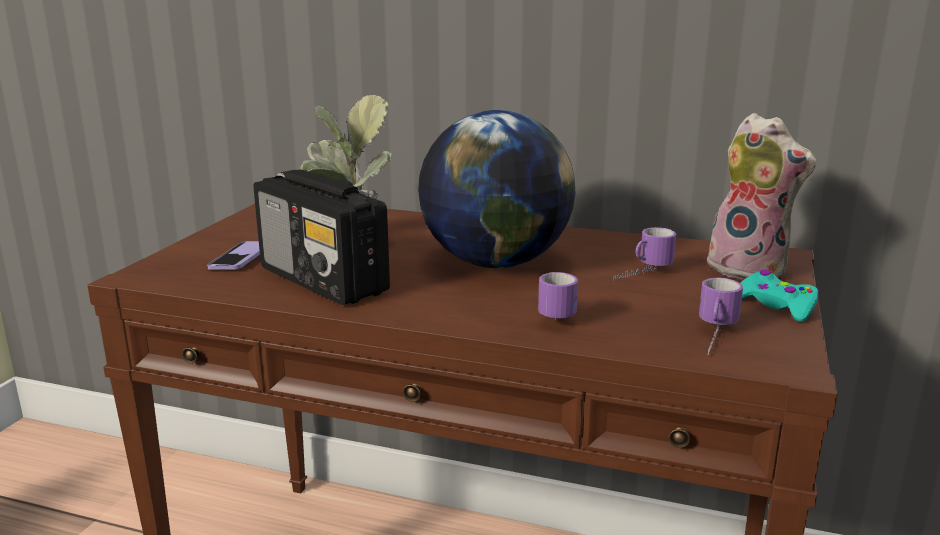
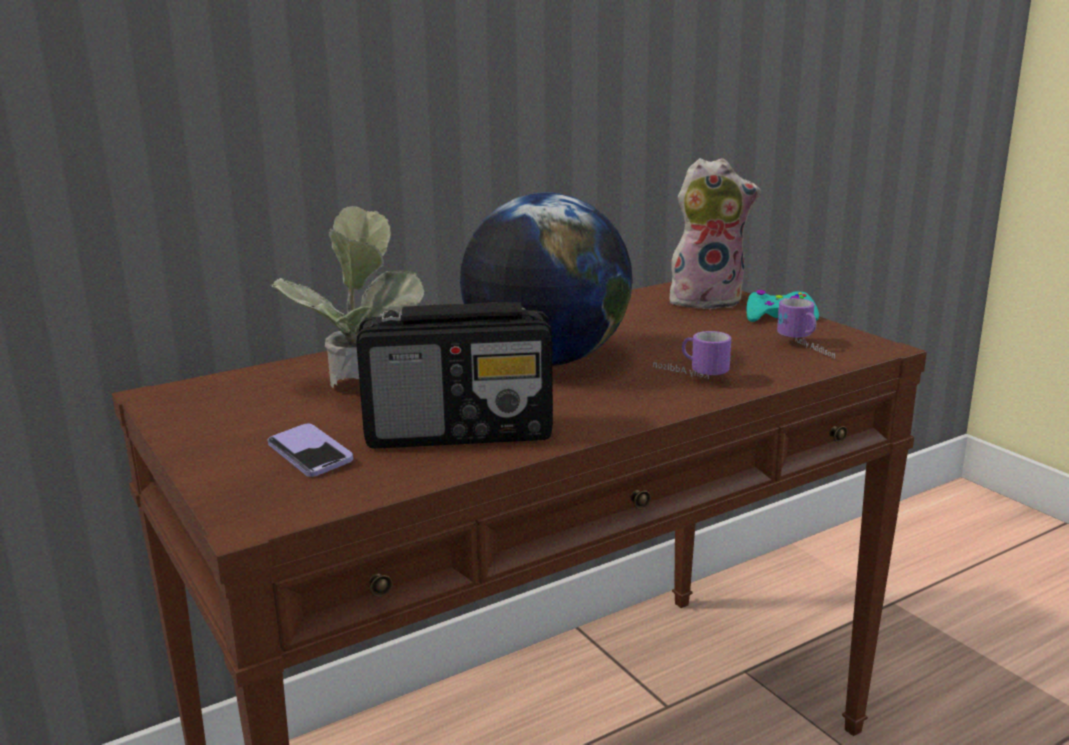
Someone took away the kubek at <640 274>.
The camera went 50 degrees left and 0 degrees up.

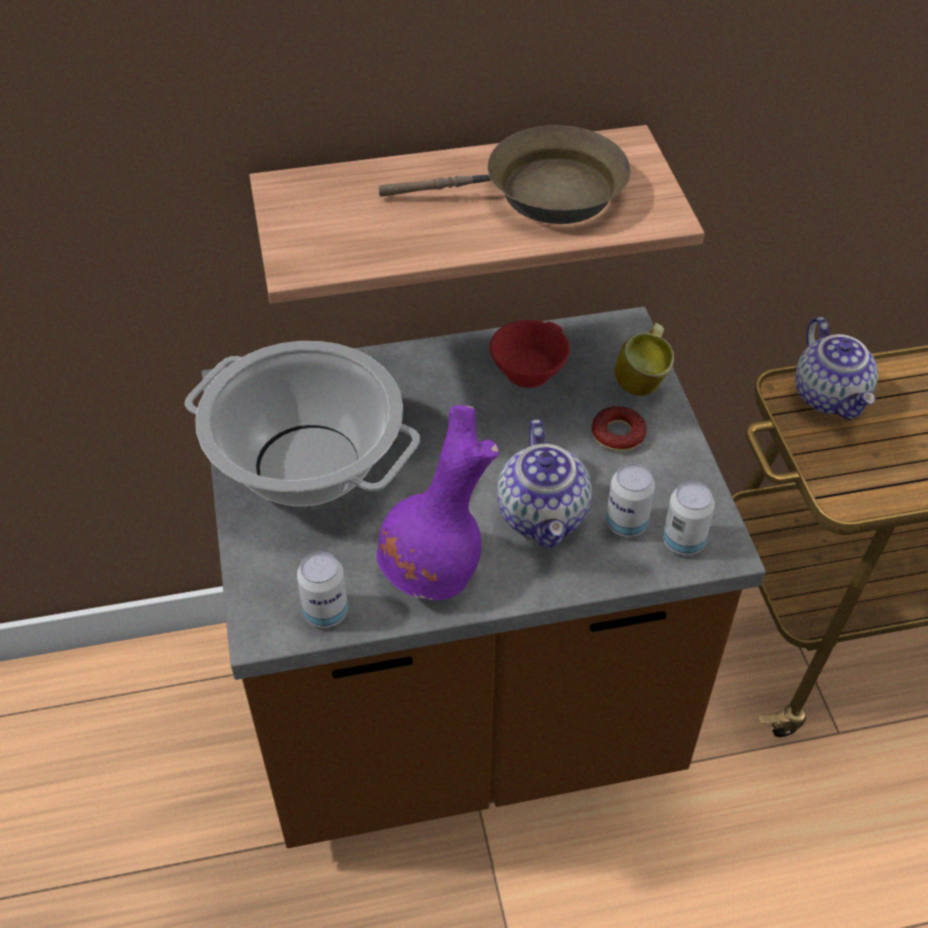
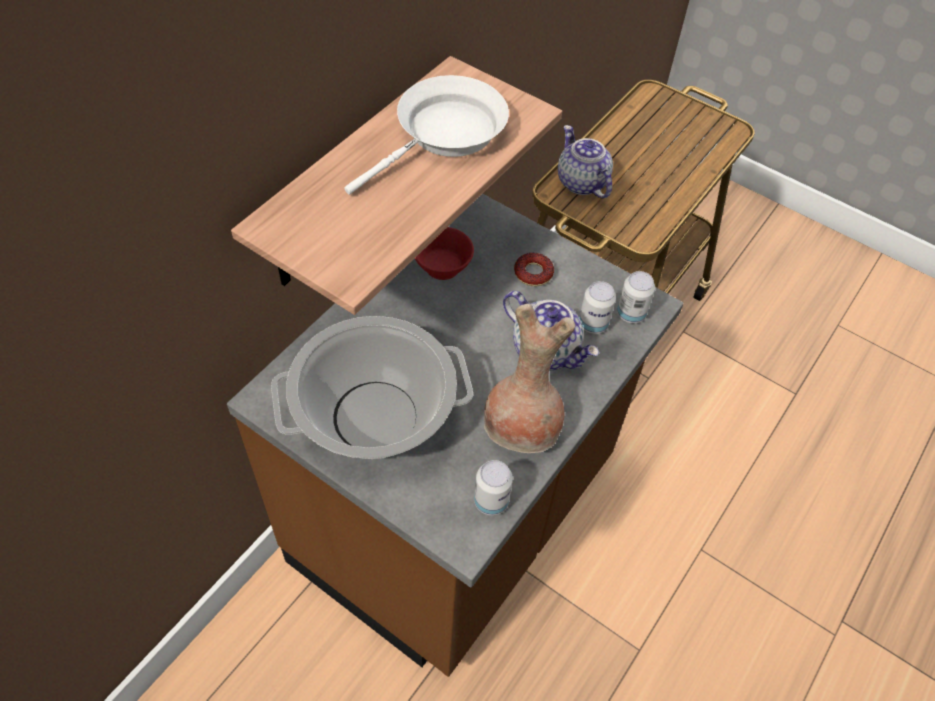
Someone repainted the patelnia (brązowy) at <542 193>, which became the patelnia (biały) at <445 135>.
Someone rotated the imbryk at <830 397> by 150 degrees counterclockwise.
Someone took away the kubek at <643 381>.
Someone repainted the wazon (fioletowy) at <435 570>, which became the wazon (brązowy) at <523 427>.
The camera went 45 degrees left and 5 degrees up.

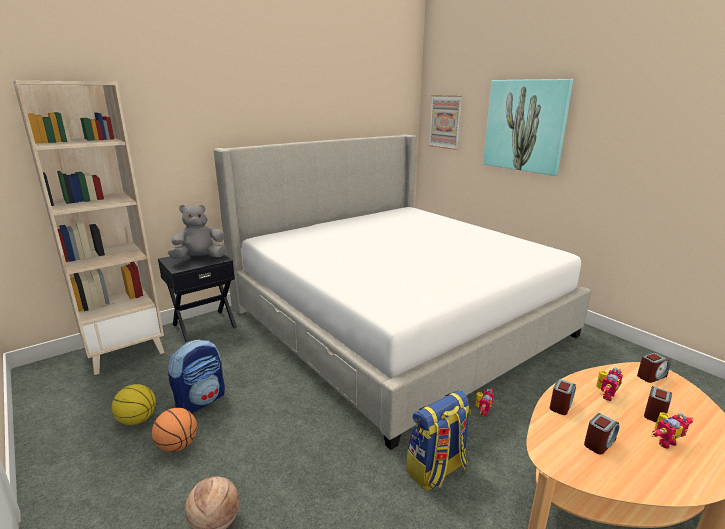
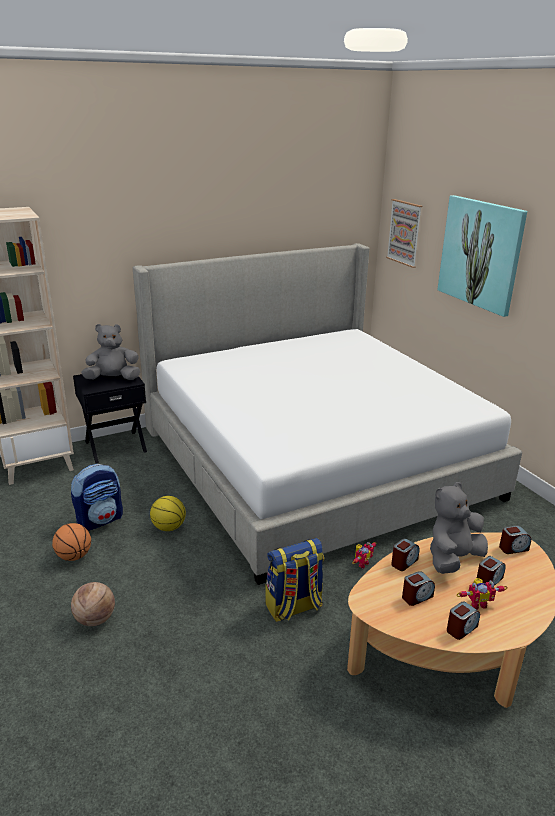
Someone swapped the robot zabawkowy at <605 394> for the pluszak (szary) at <453 559>.
Someone carried the piłka do koszykówki from <137 420> to <168 527>.
Someone put down the budzik at <461 628>.
The camera went 10 degrees right and 5 degrees up.

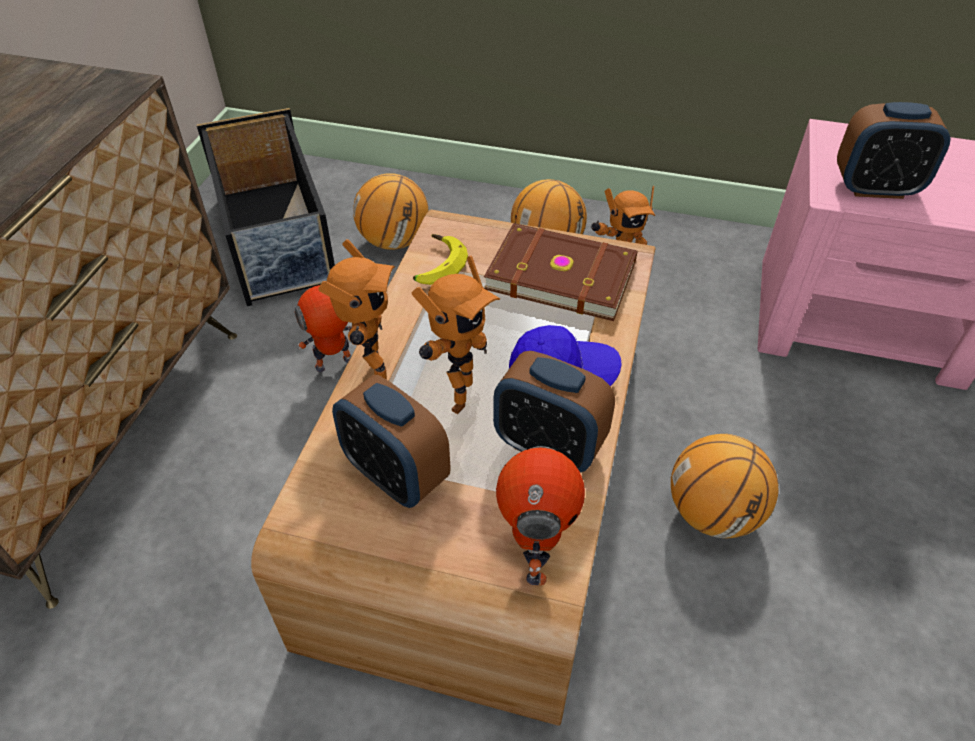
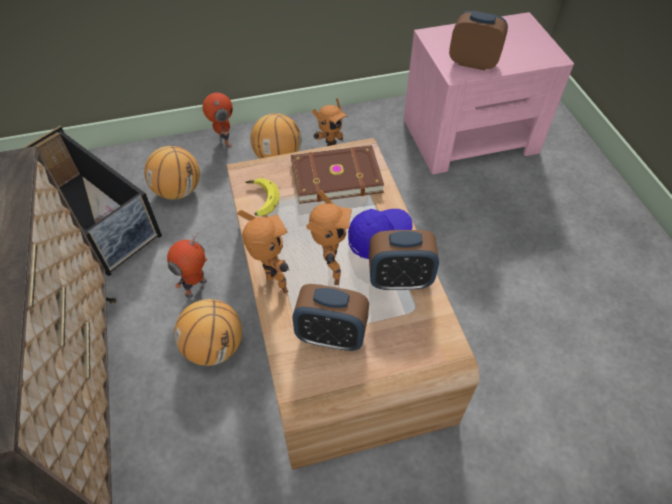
Someone rotated the budzik at <875 188> by 135 degrees counterclockwise.
Someone carried the piłka do koszykówki from <713 513> to <214 347>.
Someone carried the robot zabawkowy from <533 556> to <224 141>.
The camera went 30 degrees left and 5 degrees up.

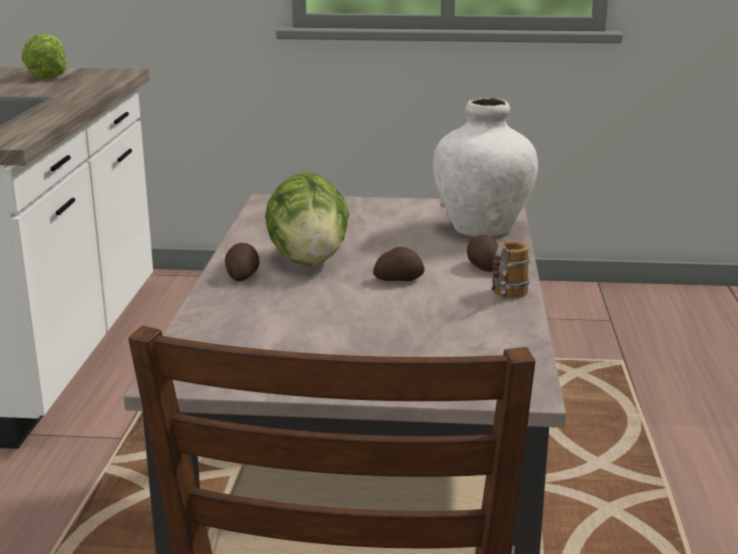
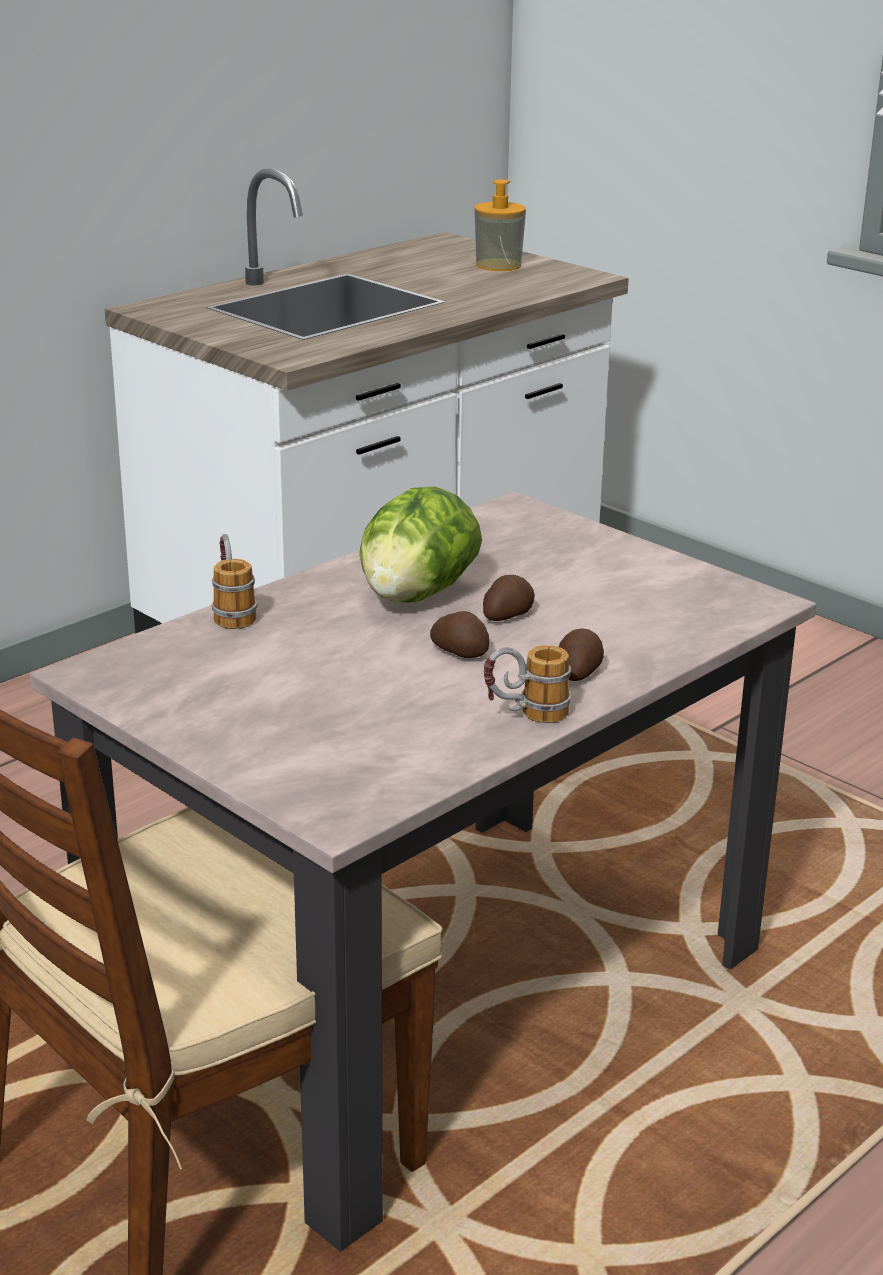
Someone swapped the sałata at <49 75> for the dozownik mydła at <498 265>.
Someone took away the wazon (biały) at <482 229>.
Someone carried the ziemniak from <242 275> to <506 615>.
Someone put down the kubek at <232 611>.
The camera went 40 degrees right and 5 degrees up.

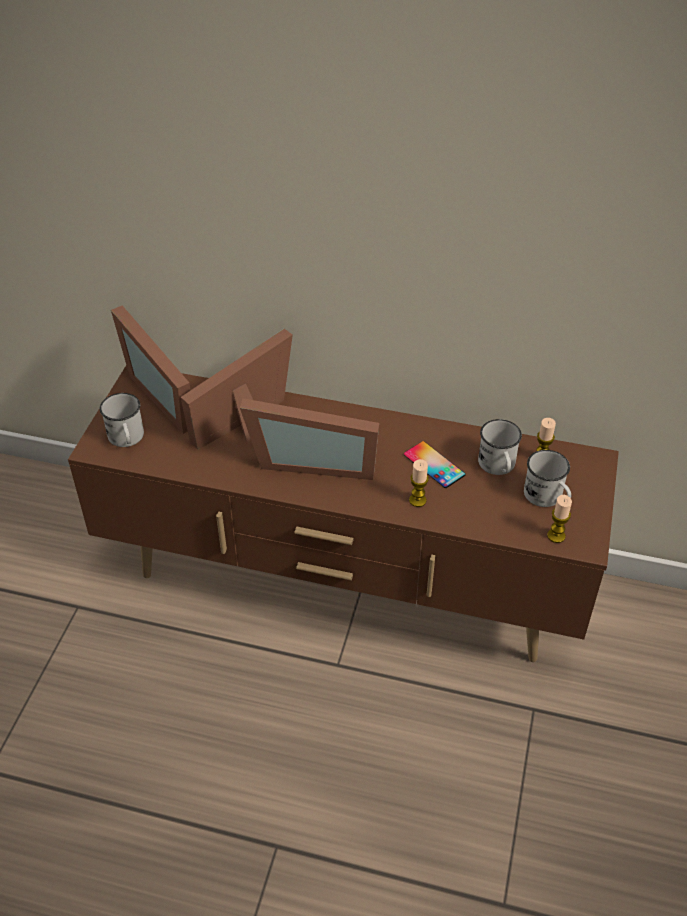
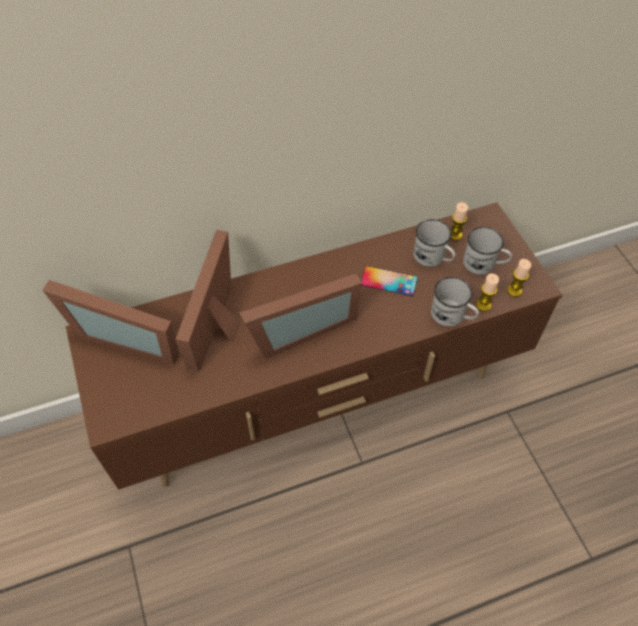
Someone carried the kubek (biały) from <127 439> to <452 316>.
Someone carried the świeca from <417 500> to <483 305>.
The camera went 35 degrees left and 10 degrees up.

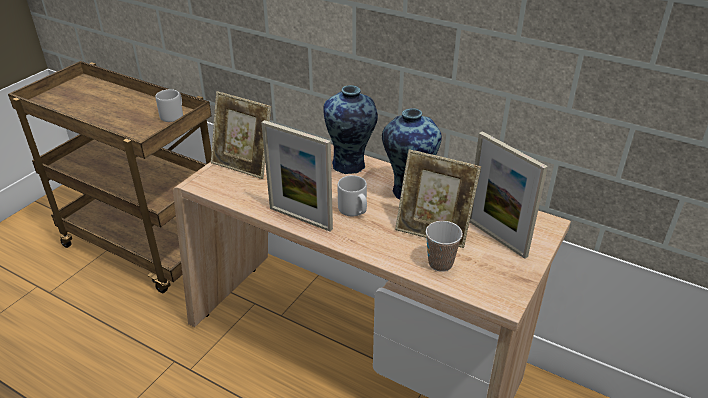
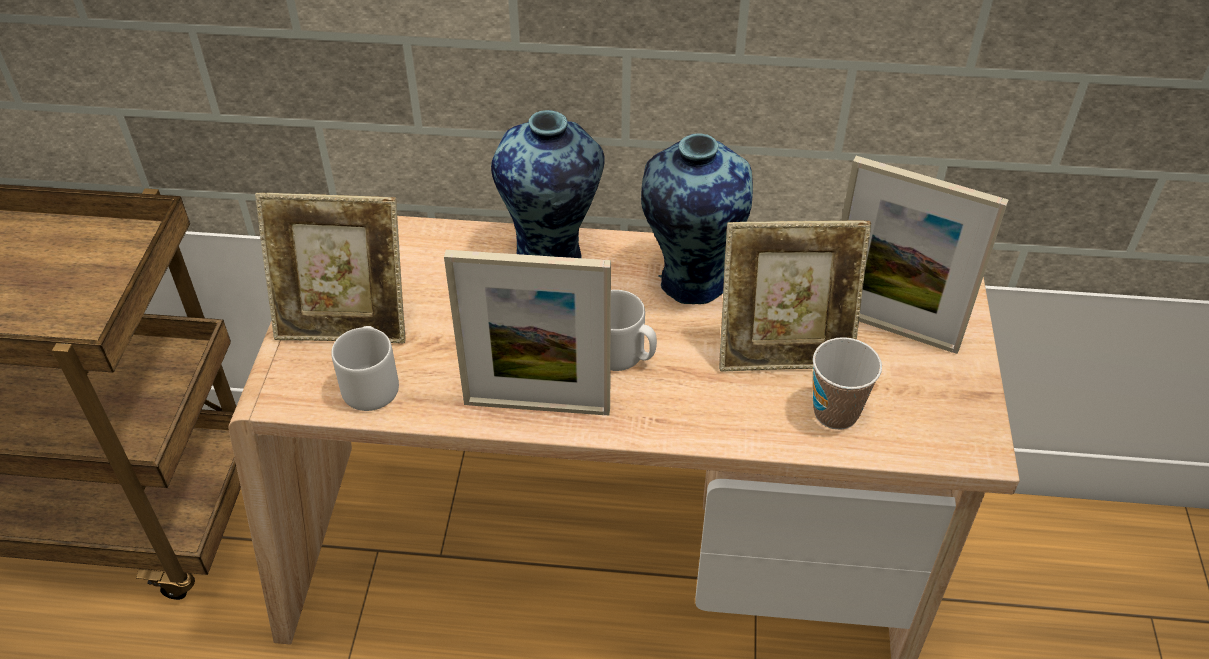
Someone carried the kubek (szary) from <173 115> to <371 384>.
The camera went 25 degrees left and 10 degrees up.

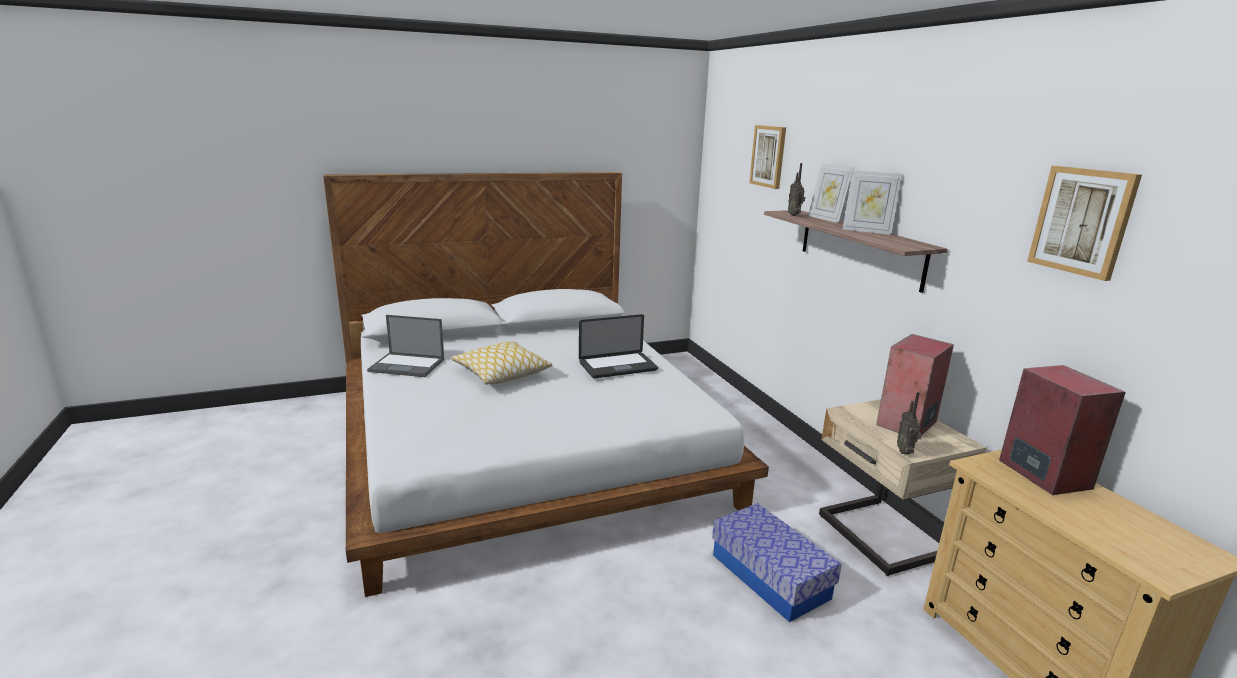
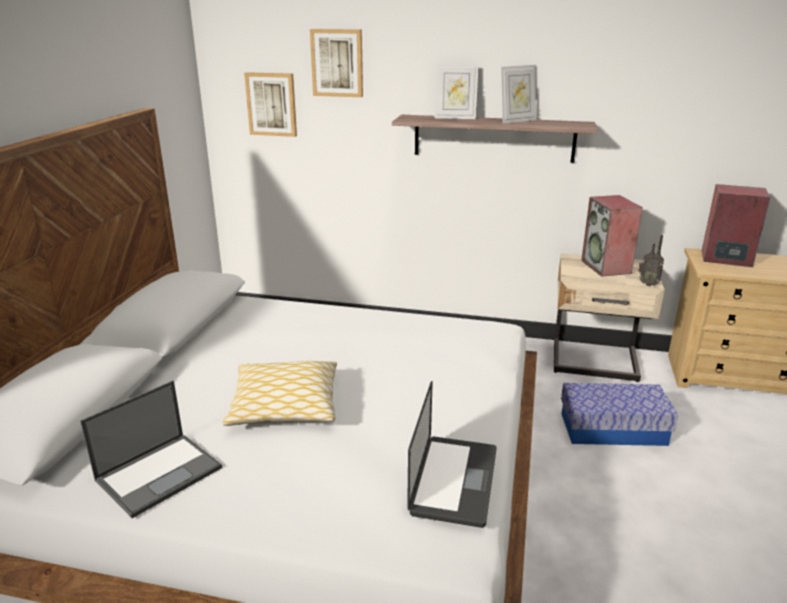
Someone took away the radio at <794 215>.
Someone carried the obraz from <1082 221> to <271 104>.
Someone carried the laptop from <618 366> to <454 481>.
The camera went 55 degrees left and 5 degrees up.

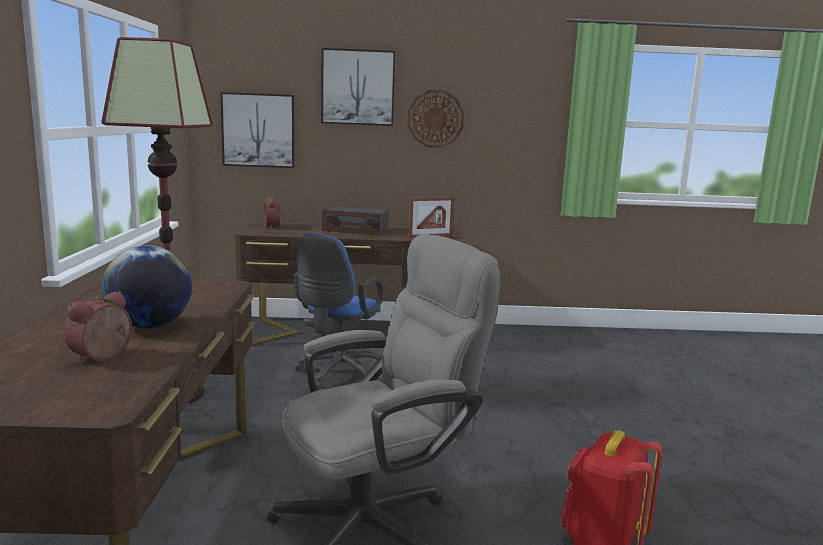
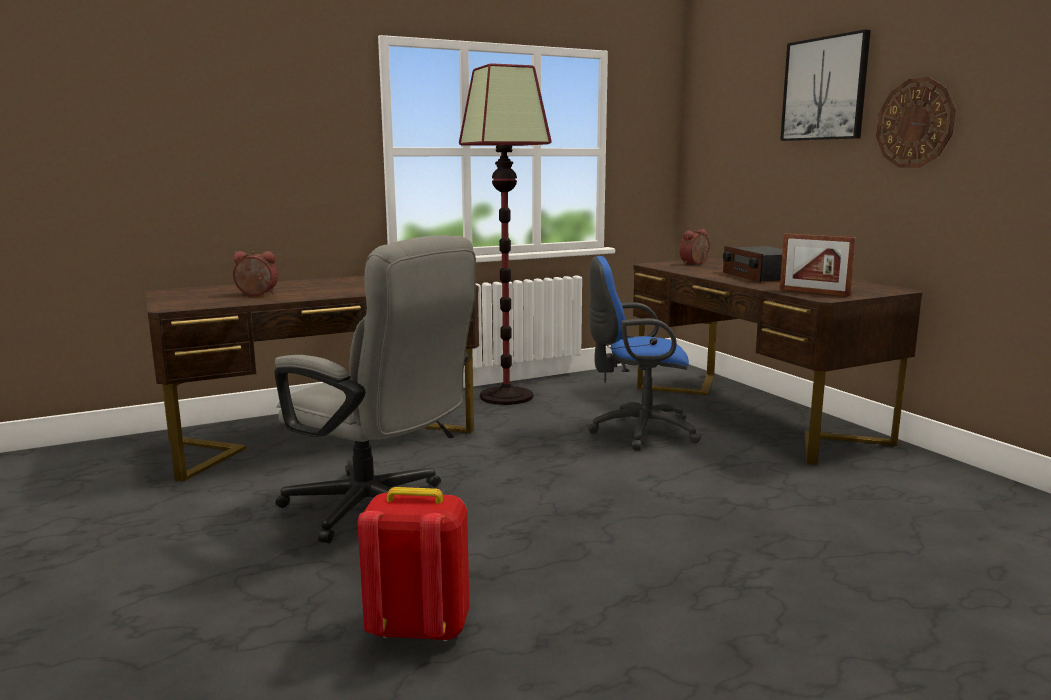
Someone took away the obraz at <258 130>.
Someone took away the globus at <150 326>.
The camera went 65 degrees right and 0 degrees up.

